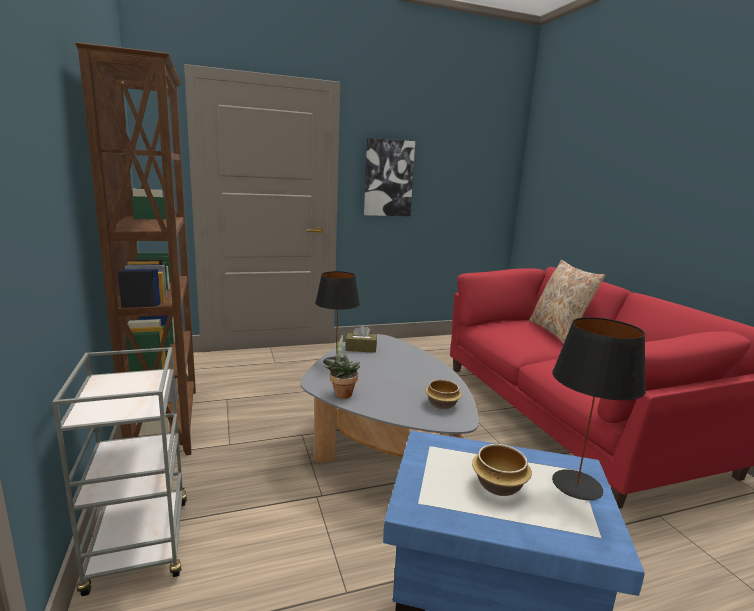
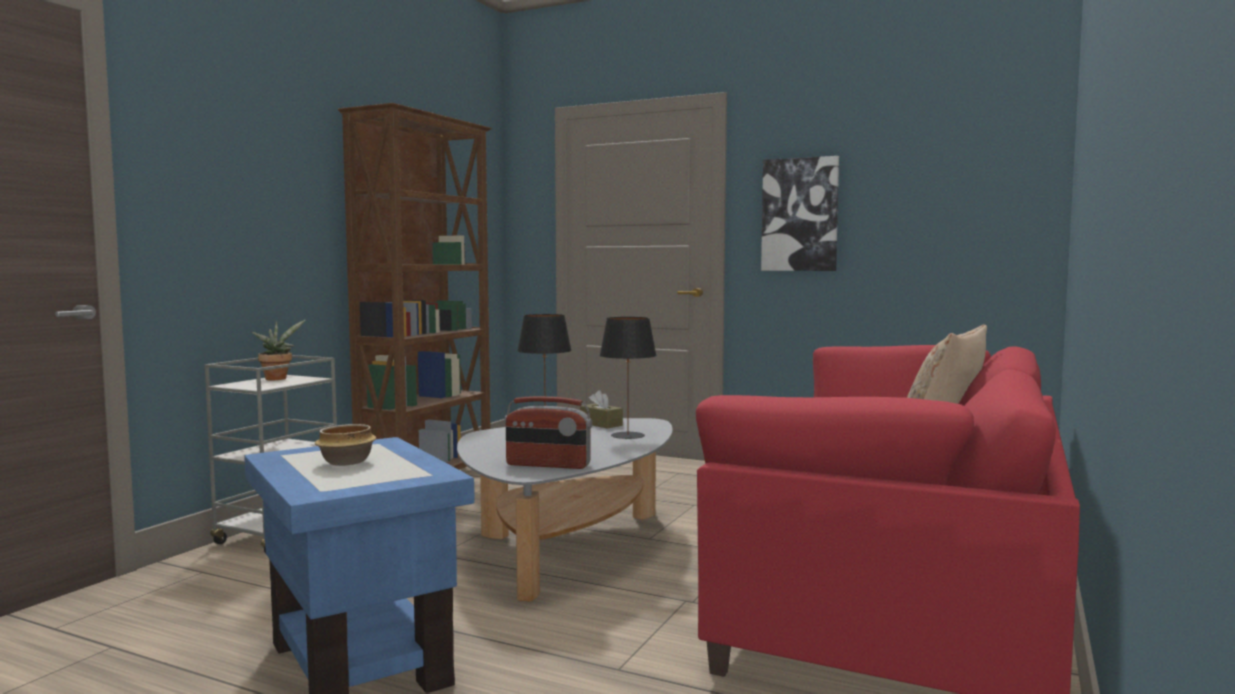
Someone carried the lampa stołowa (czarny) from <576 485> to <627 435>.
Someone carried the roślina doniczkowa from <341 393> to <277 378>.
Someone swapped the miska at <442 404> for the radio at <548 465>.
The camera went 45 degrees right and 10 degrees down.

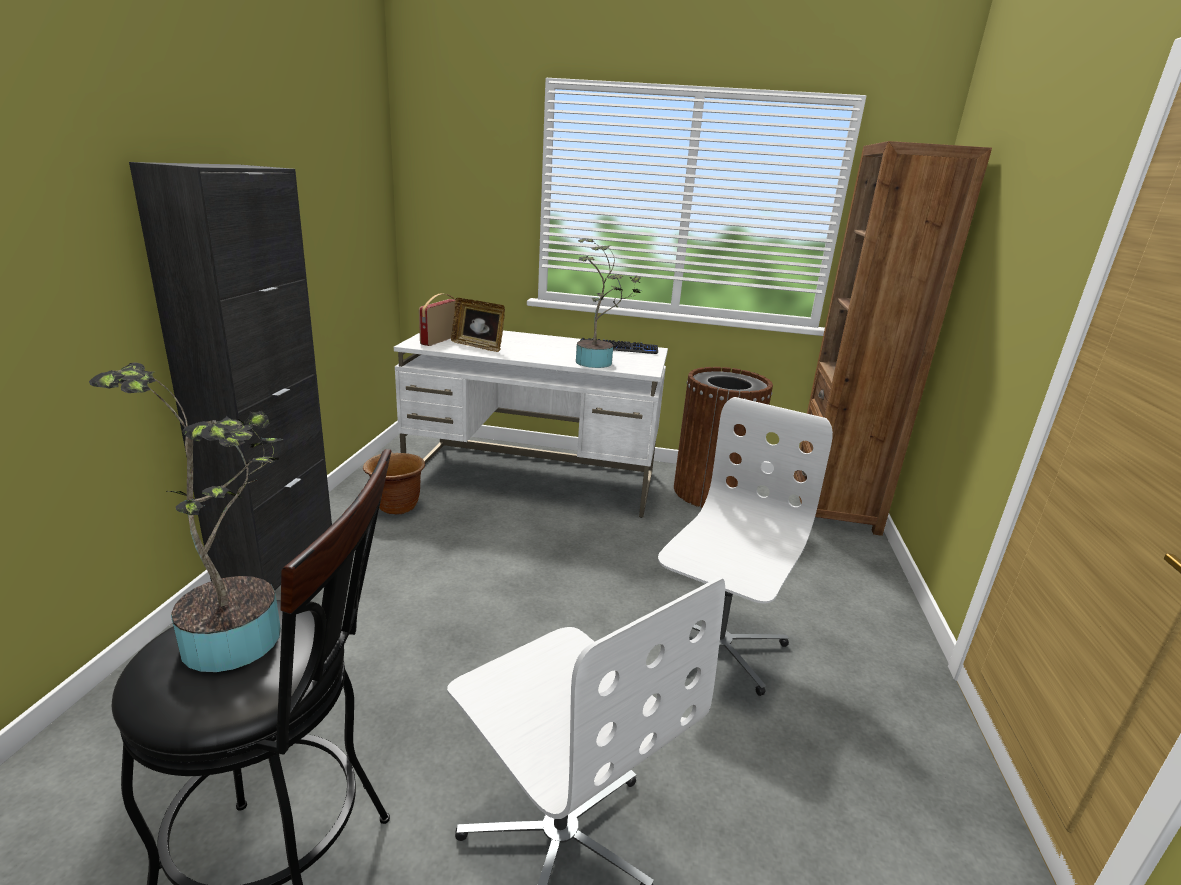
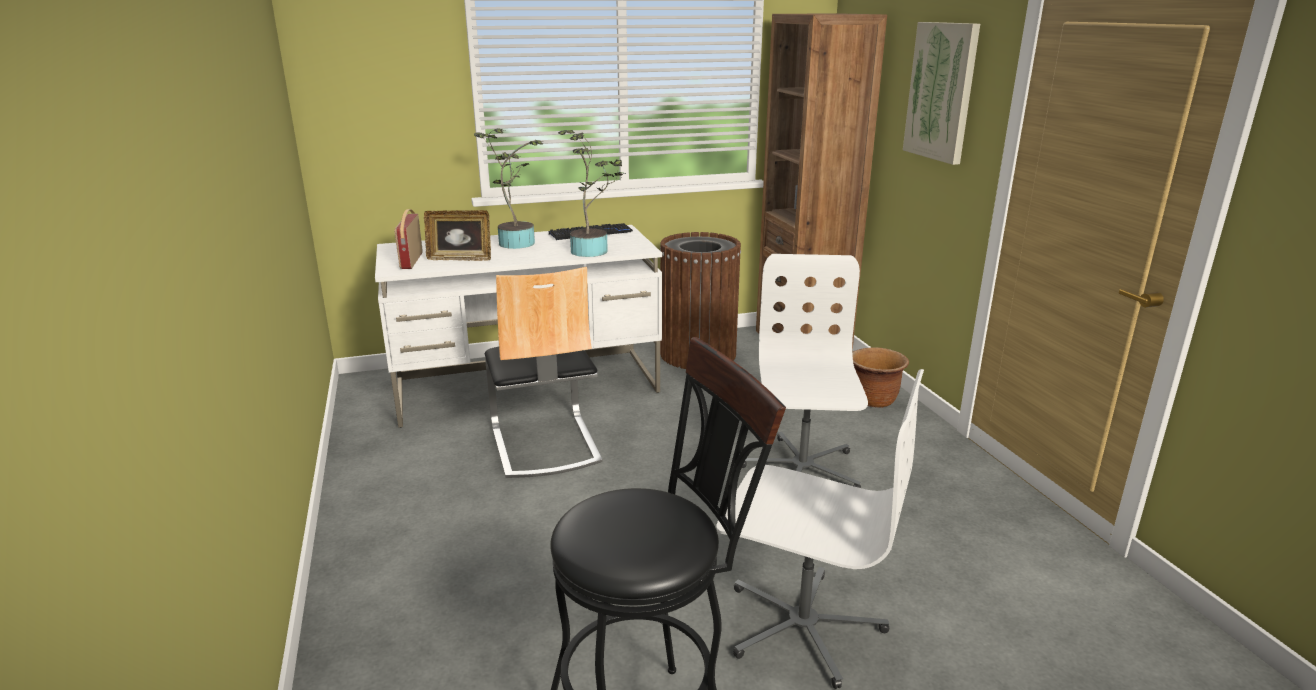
Someone took away the szafka (czarny) at <277 562>.
Someone carried the roślina doniczkowa from <238 632> to <516 242>.
Someone carried the donica (brązowy) from <396 506> to <874 400>.
Someone put up the obraz at <941 91>.
Someone put down the krzesło at <544 444>.
The camera went 25 degrees left and 0 degrees up.

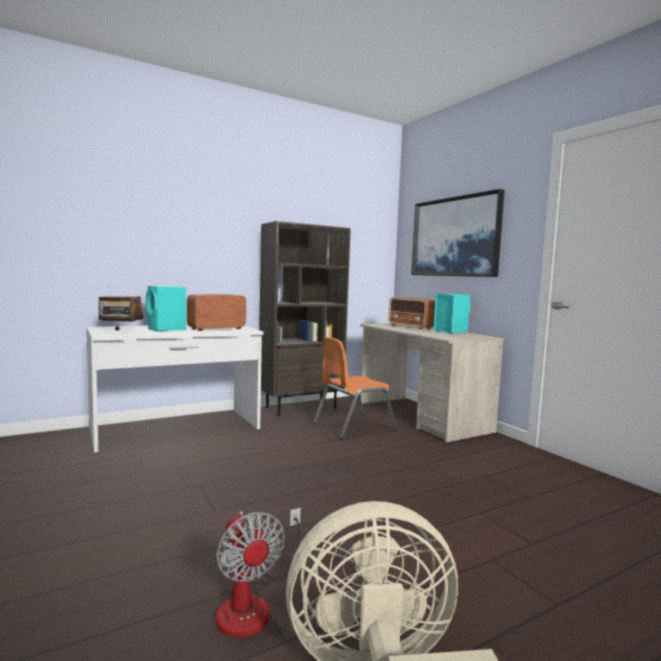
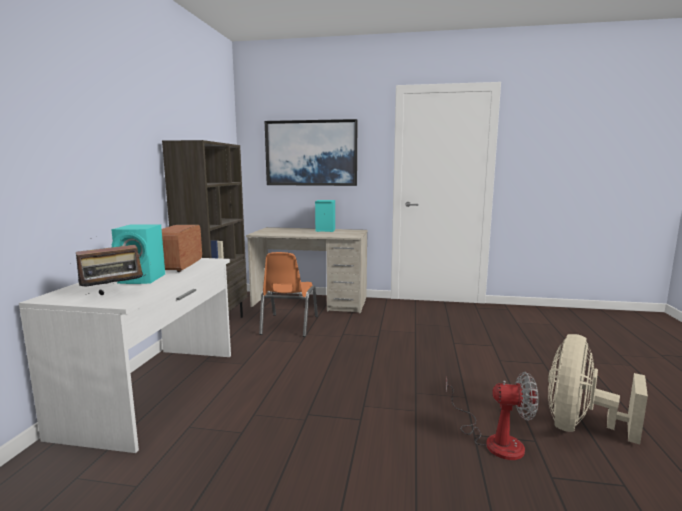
Someone took away the radio at <411 327>.
The camera went 50 degrees left and 5 degrees up.

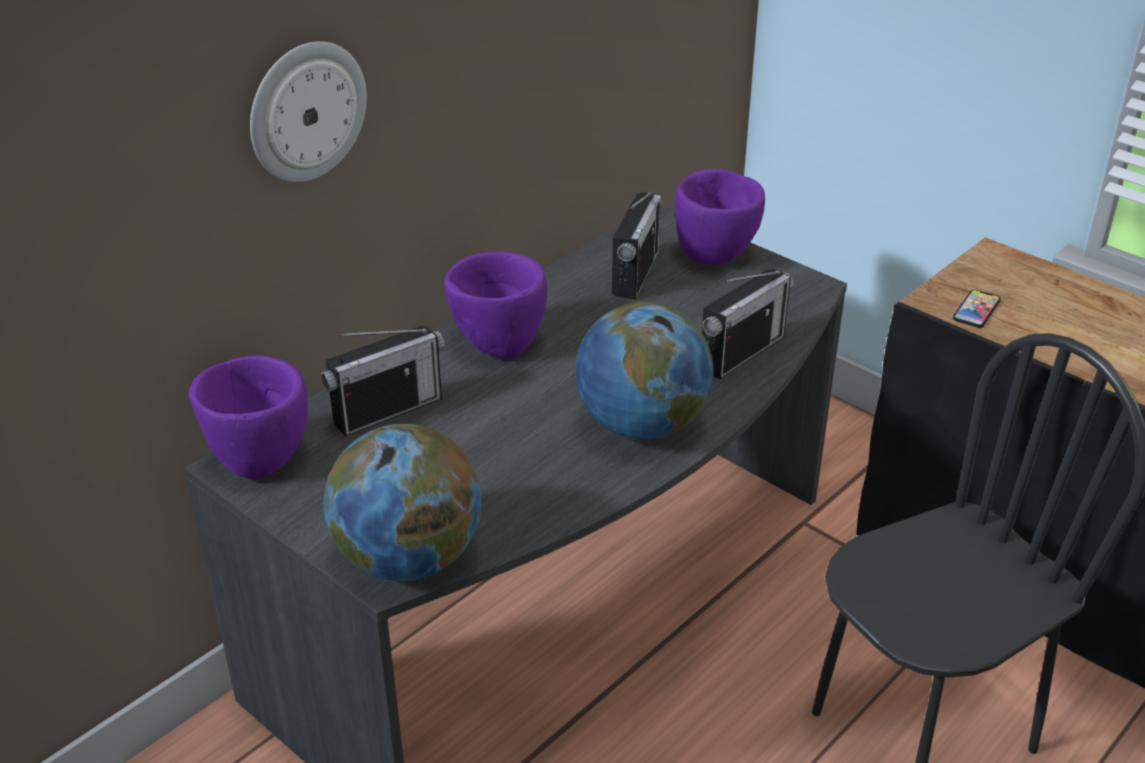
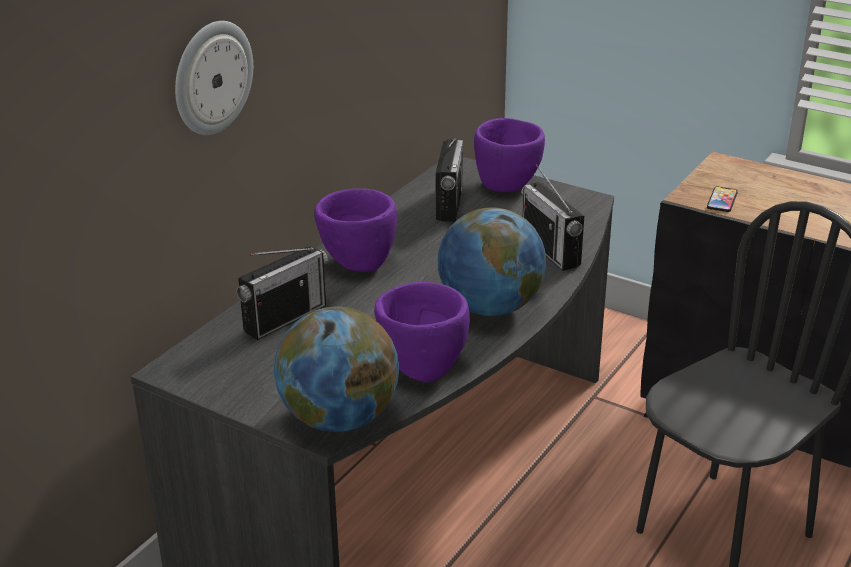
Someone rotated the radio at <742 352> by 120 degrees clockwise.
Someone carried the miska (fioletowy) from <259 459> to <422 367>.
The camera went 10 degrees left and 5 degrees down.

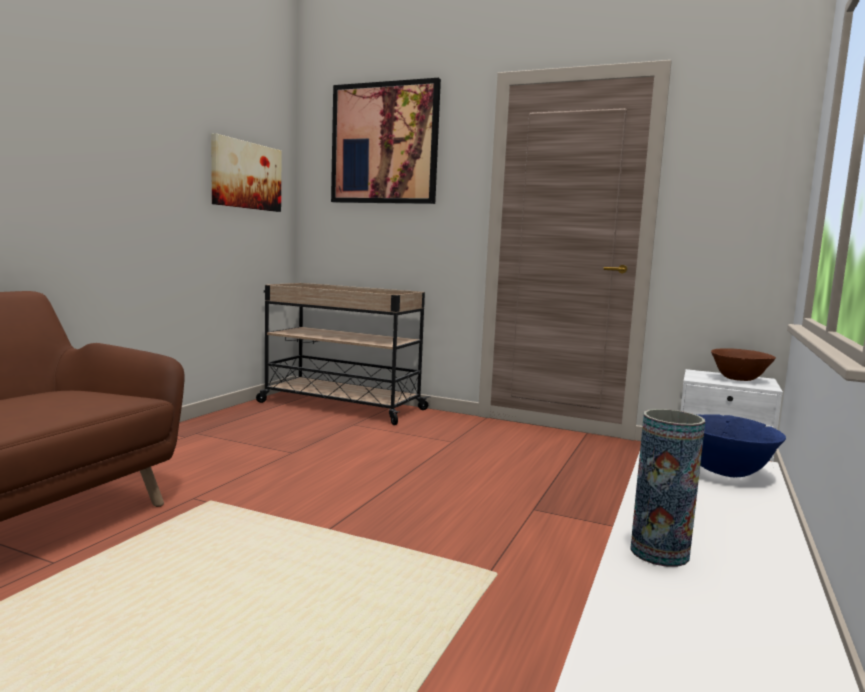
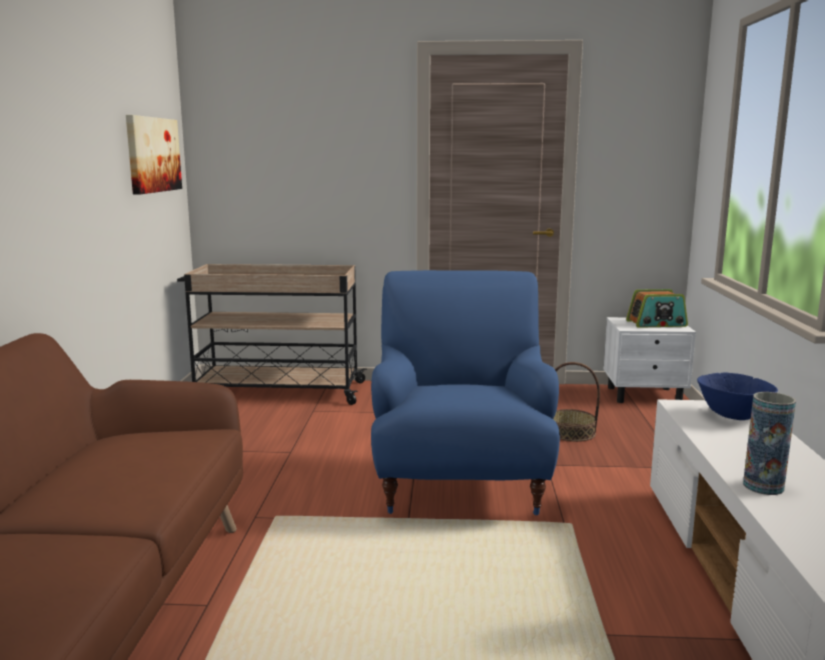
Someone took away the obraz at <384 143>.
Someone swapped the miska (brązowy) at <739 380> for the radio at <656 324>.
Someone put down the fotel (niebieski) at <460 483>.
Someone put down the koszyk at <571 432>.
The camera went 20 degrees left and 5 degrees up.

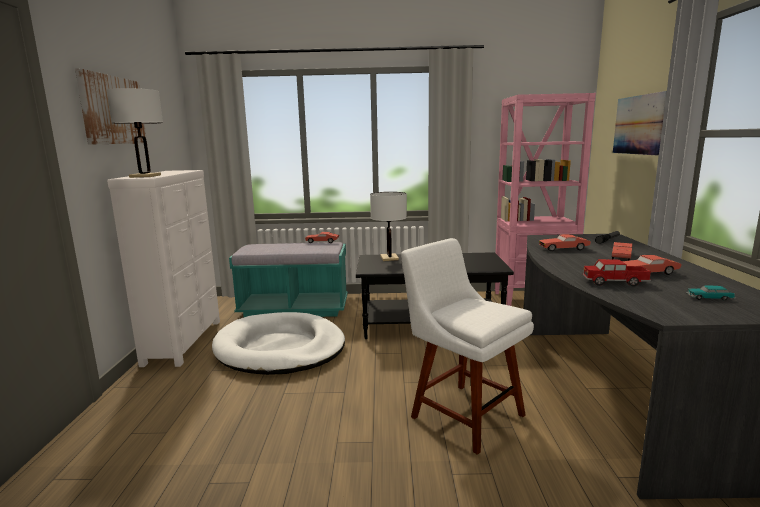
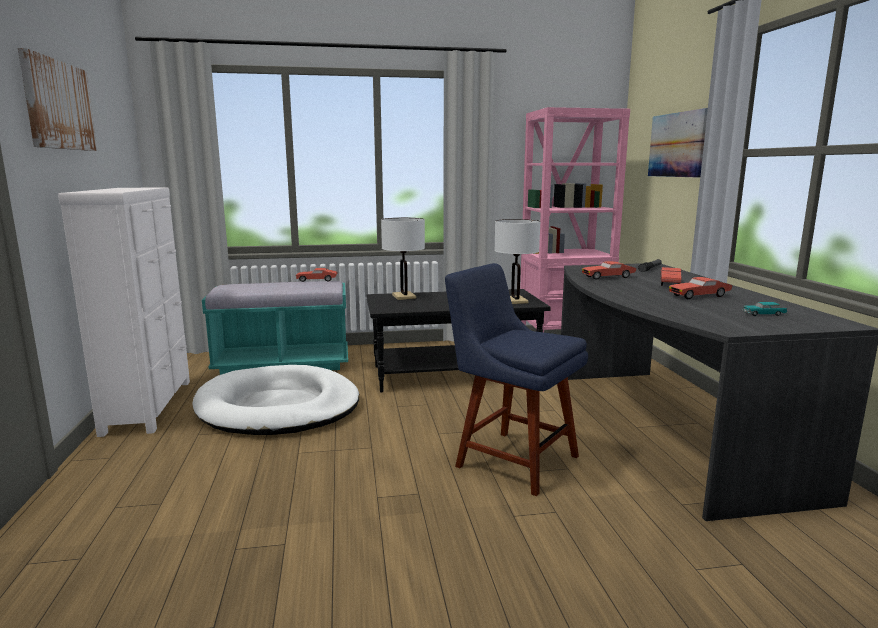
Someone carried the lampa stołowa (biały) from <145 176> to <515 301>.
Someone repainted the krzesło (biały) at <463 413>, which became the krzesło (niebieski) at <512 459>.
Someone took away the ciężarówka zabawkowa at <614 282>.
The camera went 10 degrees left and 0 degrees up.

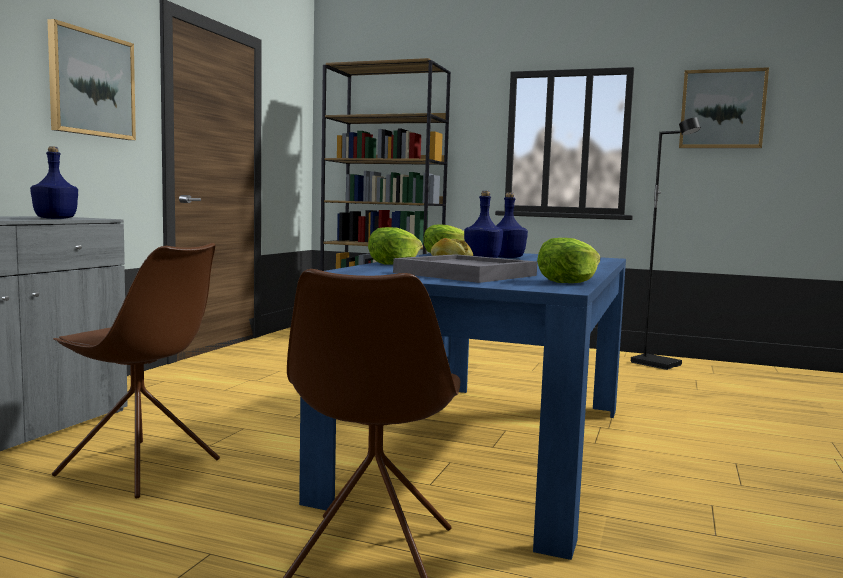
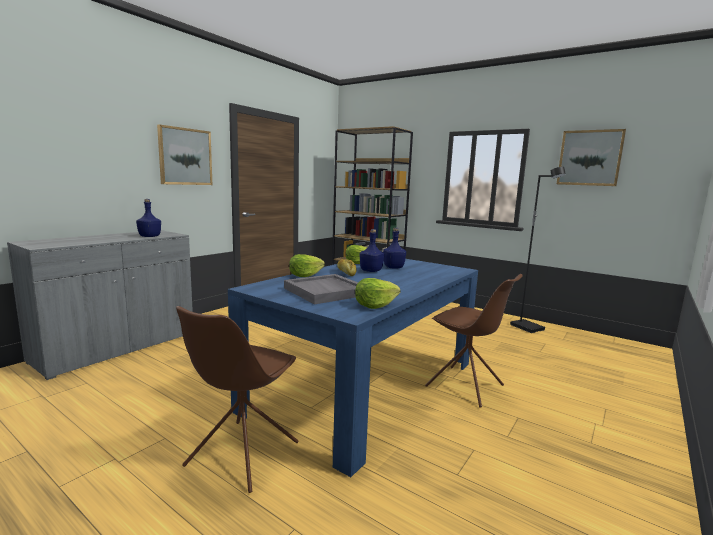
Someone carried the krzesło (brązowy) from <141 468> to <466 386>.
The camera went 15 degrees right and 5 degrees up.

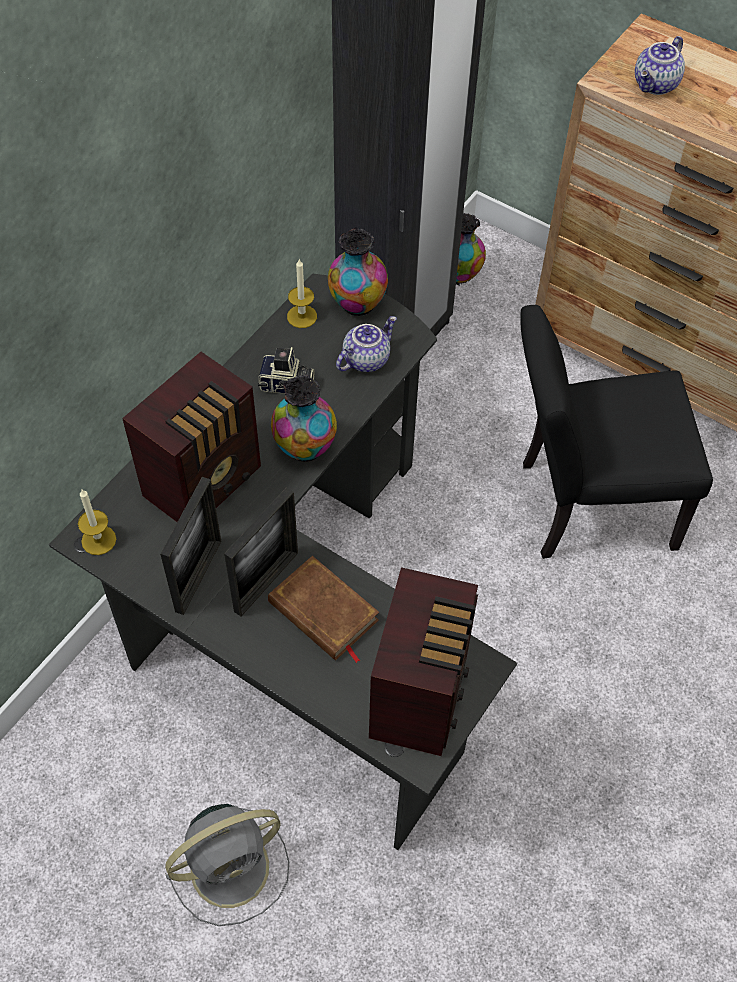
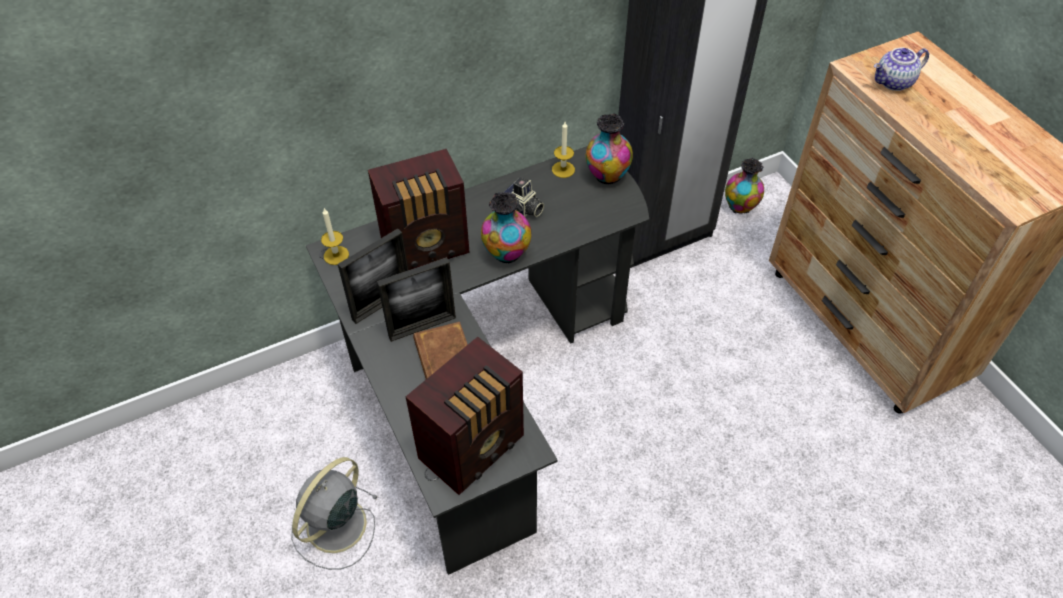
Someone took away the krzesło (czarny) at <583 505>.
Someone took away the imbryk at <365 359>.
Someone rotated the wentylator (szary) at <233 866> by 120 degrees clockwise.
The camera went 30 degrees right and 5 degrees down.

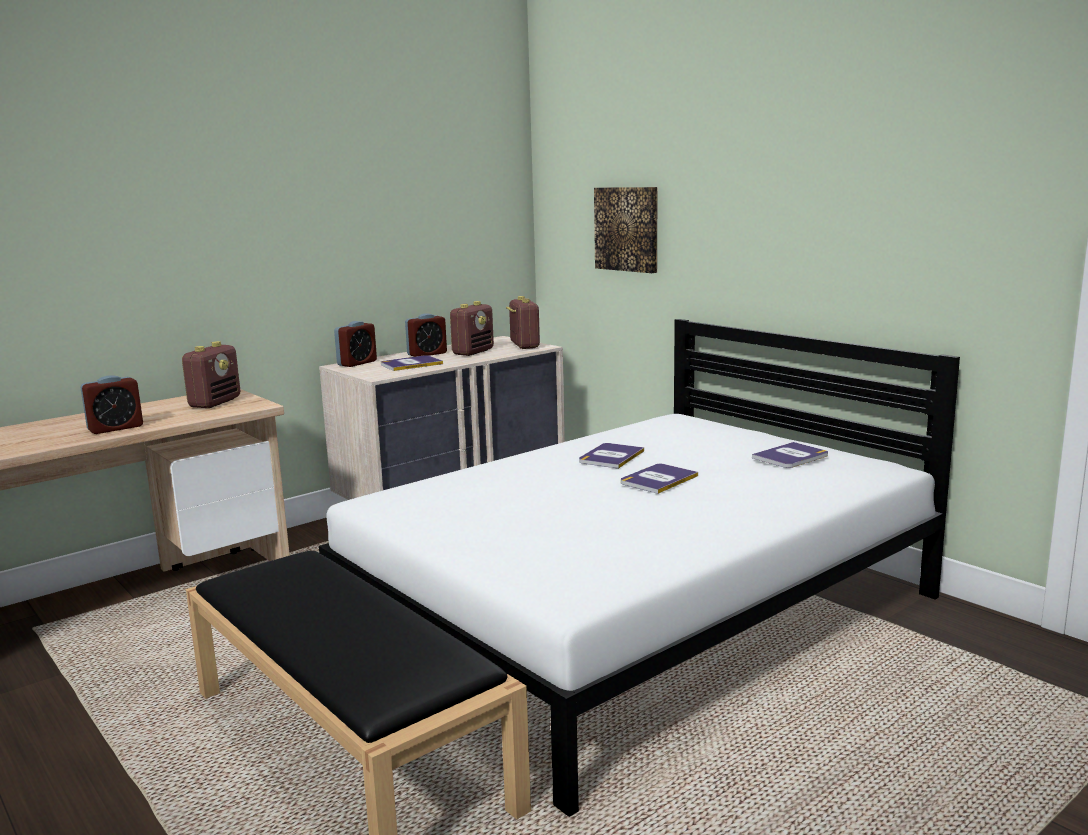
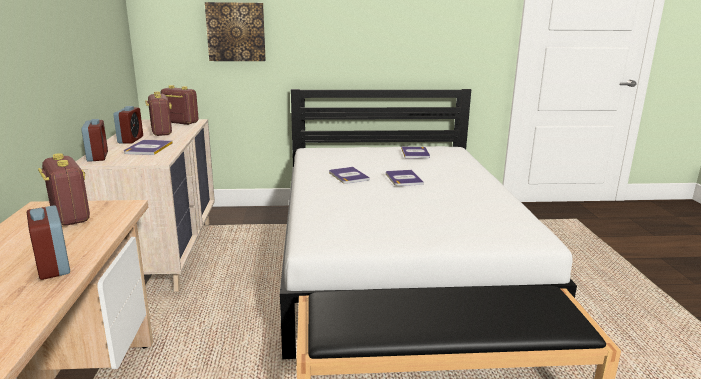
Someone rotated the budzik at <115 428> by 150 degrees clockwise.
The camera went 55 degrees left and 5 degrees up.

